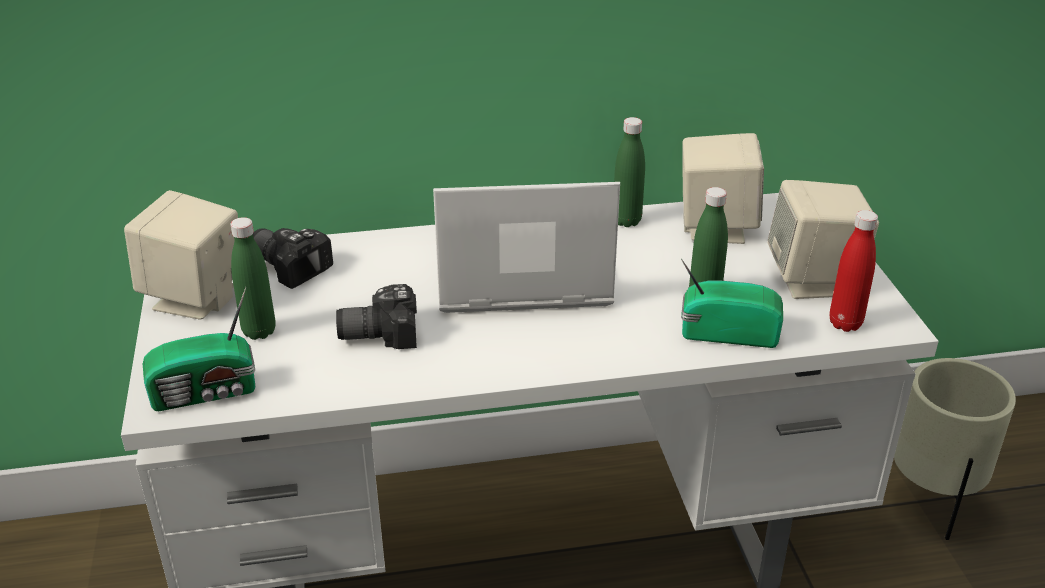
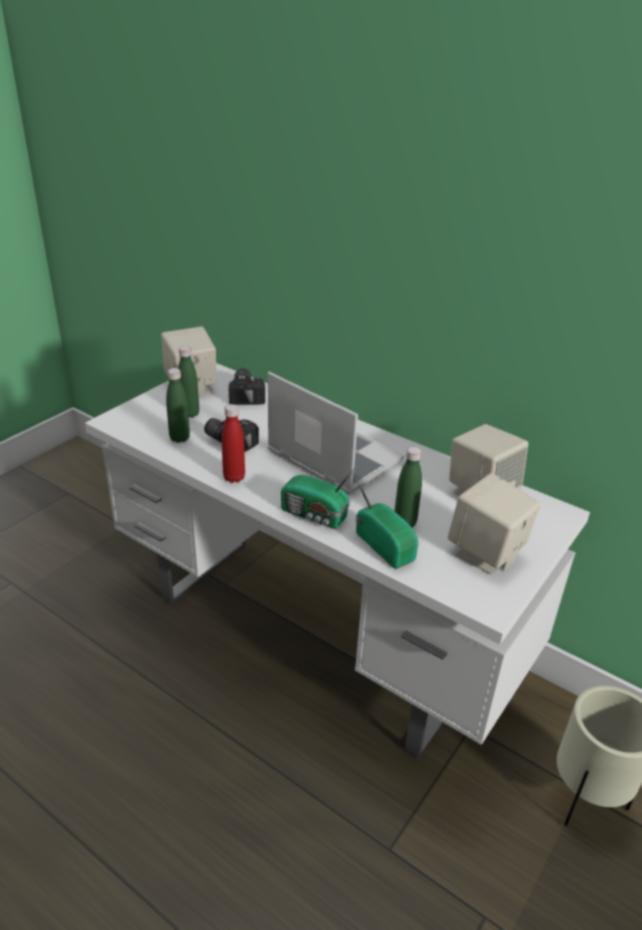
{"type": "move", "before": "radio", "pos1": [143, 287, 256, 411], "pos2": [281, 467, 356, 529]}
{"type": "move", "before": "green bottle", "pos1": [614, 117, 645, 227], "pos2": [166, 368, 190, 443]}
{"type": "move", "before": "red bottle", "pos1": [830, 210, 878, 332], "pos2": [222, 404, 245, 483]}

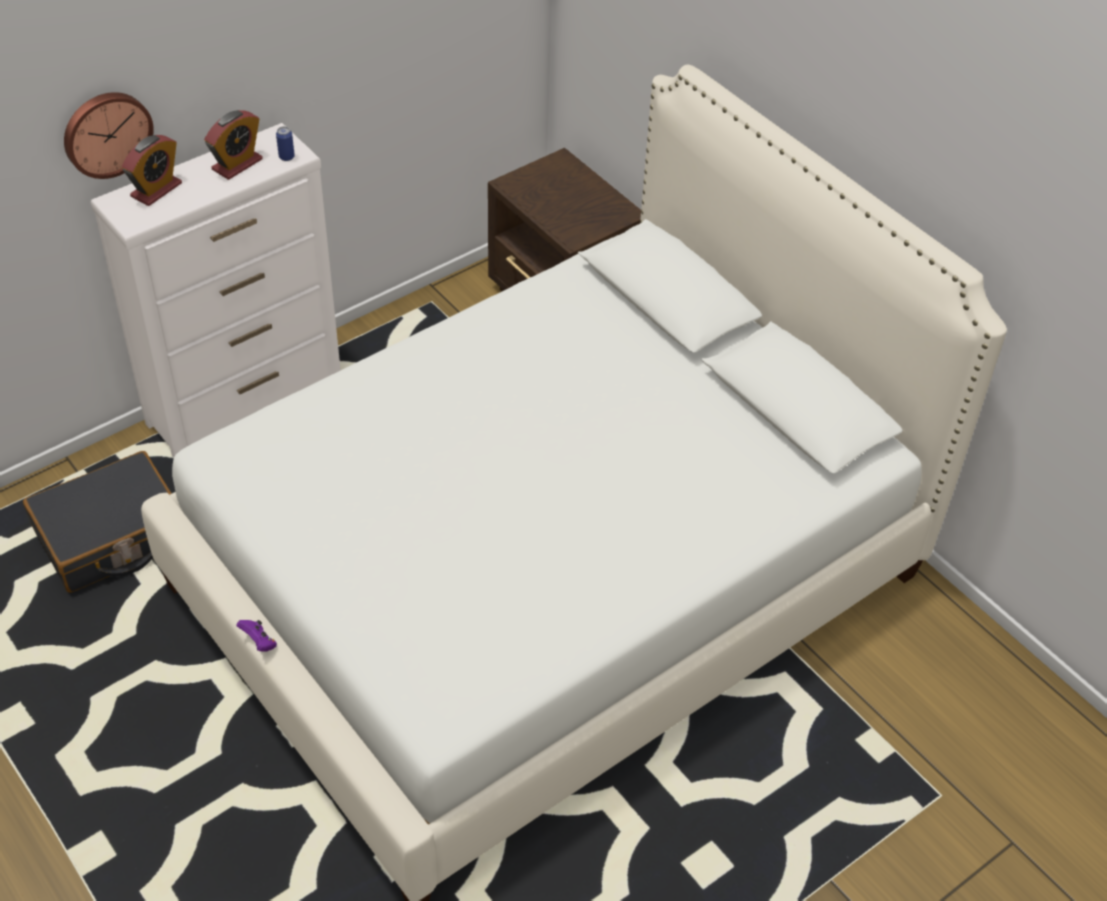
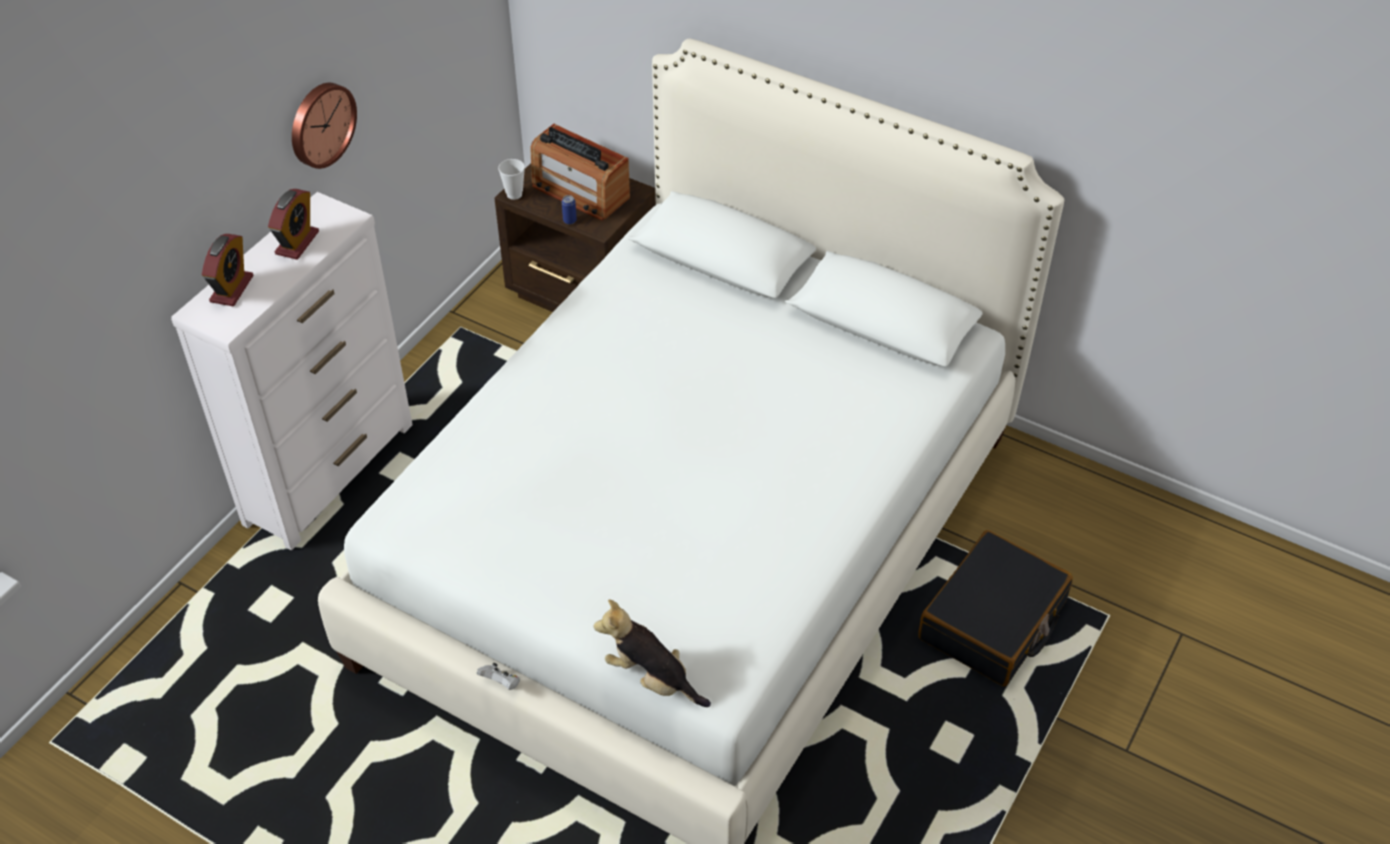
{"type": "insert", "after": "cup", "pos2": [498, 159, 525, 200]}
{"type": "insert", "after": "radio", "pos2": [530, 124, 630, 221]}
{"type": "insert", "after": "plush toy", "pos2": [593, 599, 711, 707]}
{"type": "move", "before": "black suitcase", "pos1": [23, 451, 172, 593], "pos2": [918, 530, 1073, 686]}
{"type": "move", "before": "wall clock", "pos1": [64, 92, 154, 179], "pos2": [292, 83, 357, 169]}
{"type": "move", "before": "can", "pos1": [276, 126, 295, 161], "pos2": [562, 195, 577, 224]}
{"type": "recolor", "before": "purple game controller", "after": "white game controller", "pos1": [236, 620, 277, 652], "pos2": [477, 663, 520, 690]}

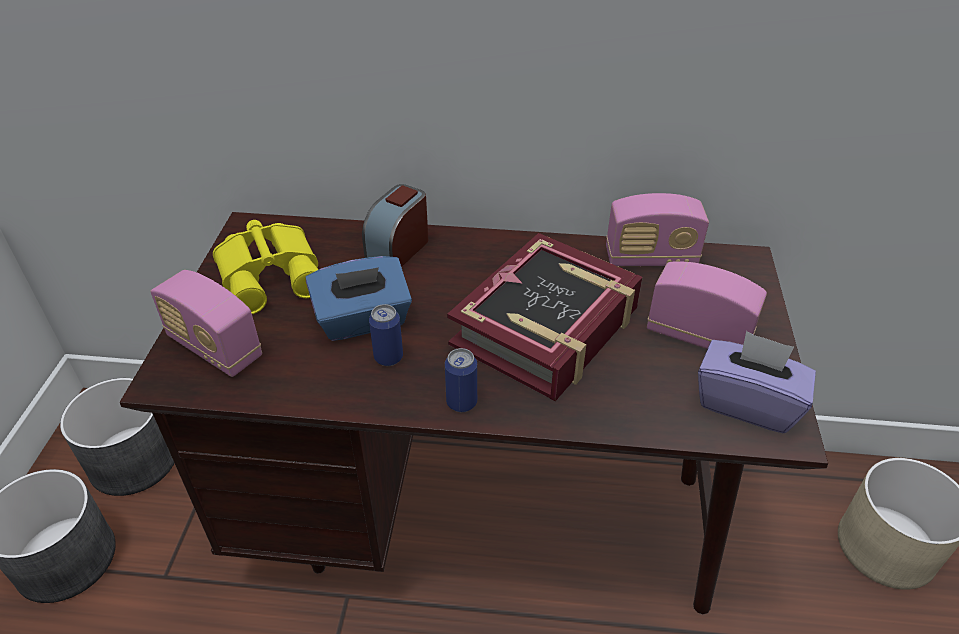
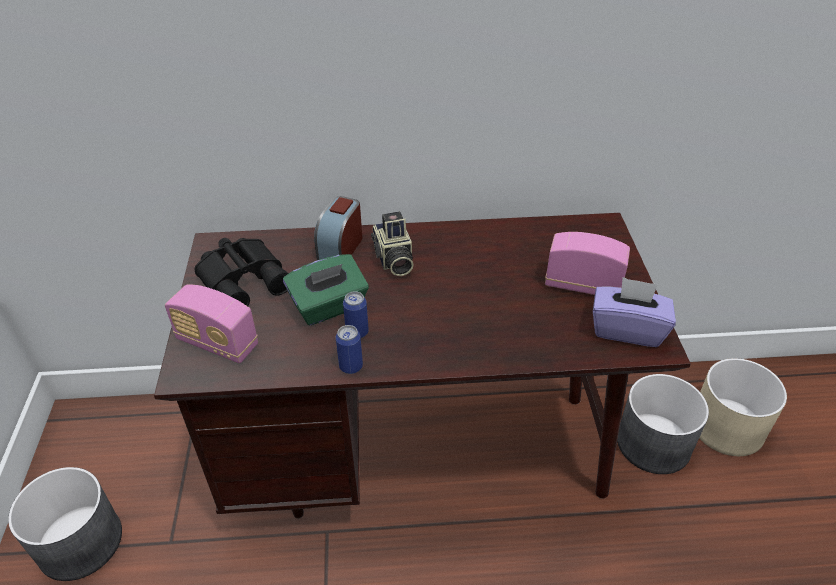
{"type": "delete", "before": "book", "pos1": [447, 233, 643, 401]}
{"type": "delete", "before": "radio", "pos1": [606, 193, 709, 266]}
{"type": "insert", "after": "photo camera", "pos2": [371, 211, 414, 276]}
{"type": "move", "before": "grey planter", "pos1": [60, 378, 174, 496], "pos2": [617, 374, 709, 474]}
{"type": "move", "before": "can", "pos1": [445, 348, 477, 412], "pos2": [336, 325, 363, 374]}
{"type": "recolor", "before": "yellow binoculars", "after": "black binoculars", "pos1": [213, 220, 319, 314], "pos2": [195, 238, 289, 306]}
{"type": "recolor", "before": "blue tissue box", "after": "green tissue box", "pos1": [306, 256, 412, 341], "pos2": [283, 254, 369, 325]}

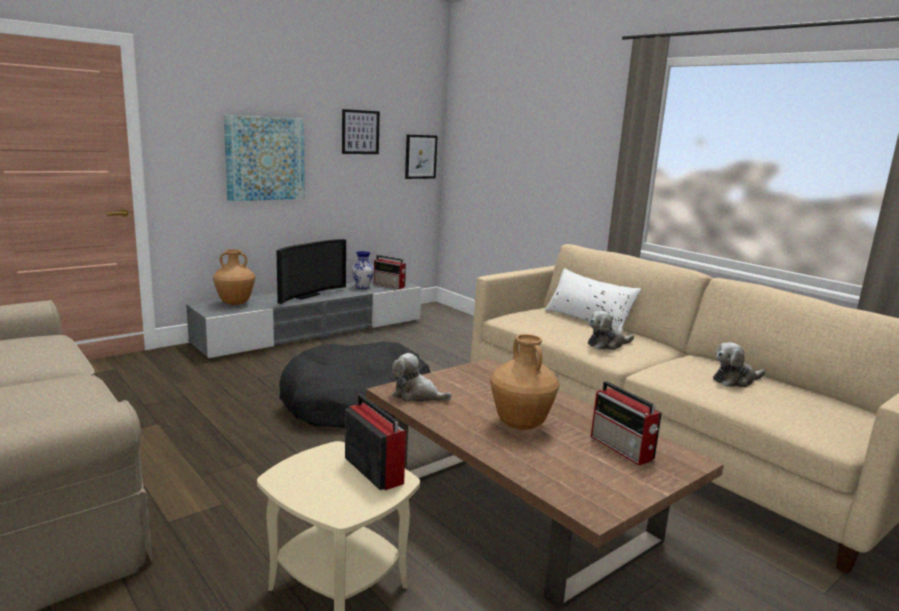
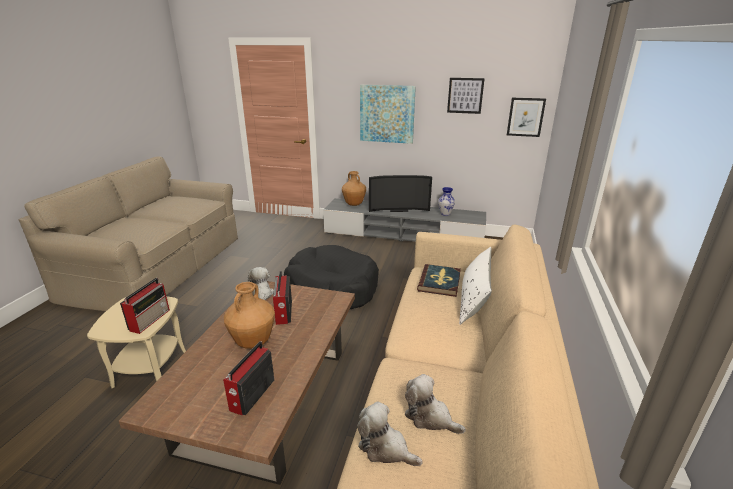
{"type": "insert", "after": "book", "pos2": [417, 264, 461, 297]}
{"type": "move", "before": "radio", "pos1": [374, 255, 406, 289], "pos2": [273, 271, 292, 325]}
{"type": "move", "before": "plush toy", "pos1": [588, 311, 634, 350], "pos2": [357, 402, 423, 466]}

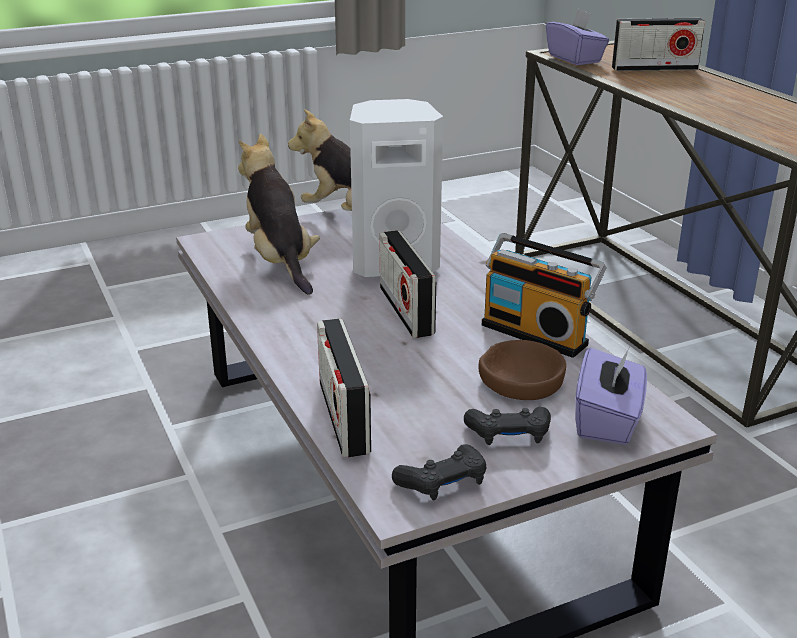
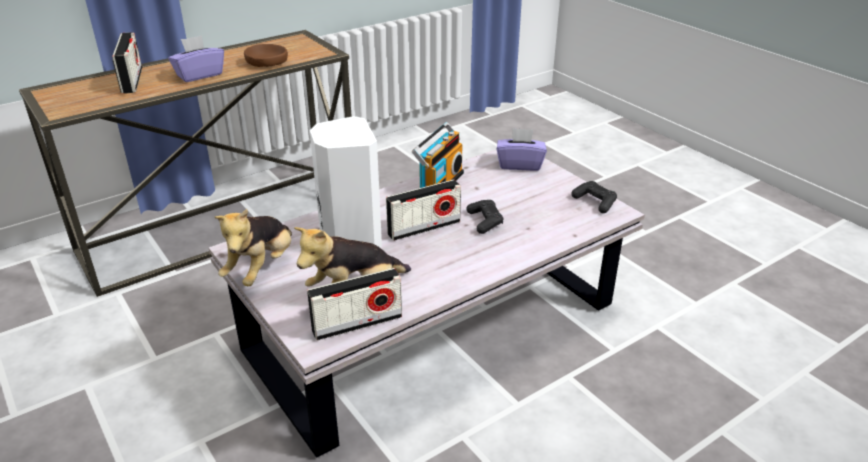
{"type": "move", "before": "radio", "pos1": [317, 319, 371, 457], "pos2": [307, 268, 402, 341]}
{"type": "move", "before": "black game controller", "pos1": [464, 407, 551, 445], "pos2": [466, 200, 503, 234]}
{"type": "move", "before": "brown bowl", "pos1": [479, 340, 566, 400], "pos2": [244, 44, 288, 67]}
{"type": "move", "before": "purple tissue box", "pos1": [546, 9, 609, 65], "pos2": [168, 35, 224, 82]}

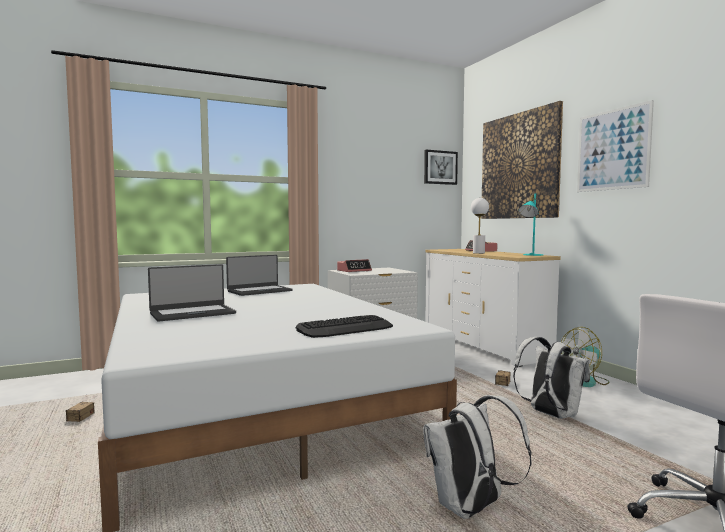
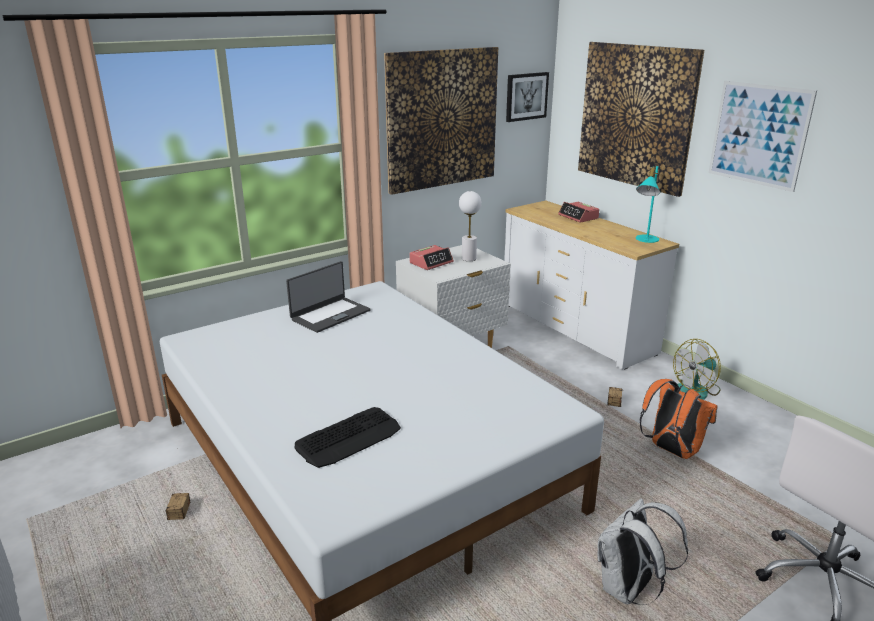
{"type": "delete", "before": "laptop", "pos1": [148, 264, 236, 322]}
{"type": "insert", "after": "picture", "pos2": [384, 47, 498, 195]}
{"type": "move", "before": "keyboard", "pos1": [296, 315, 393, 338], "pos2": [295, 407, 401, 468]}
{"type": "move", "before": "white table lamp", "pos1": [471, 198, 489, 254], "pos2": [459, 191, 482, 261]}
{"type": "recolor", "before": "white backpack", "after": "orange backpack", "pos1": [513, 337, 590, 419], "pos2": [639, 379, 718, 459]}

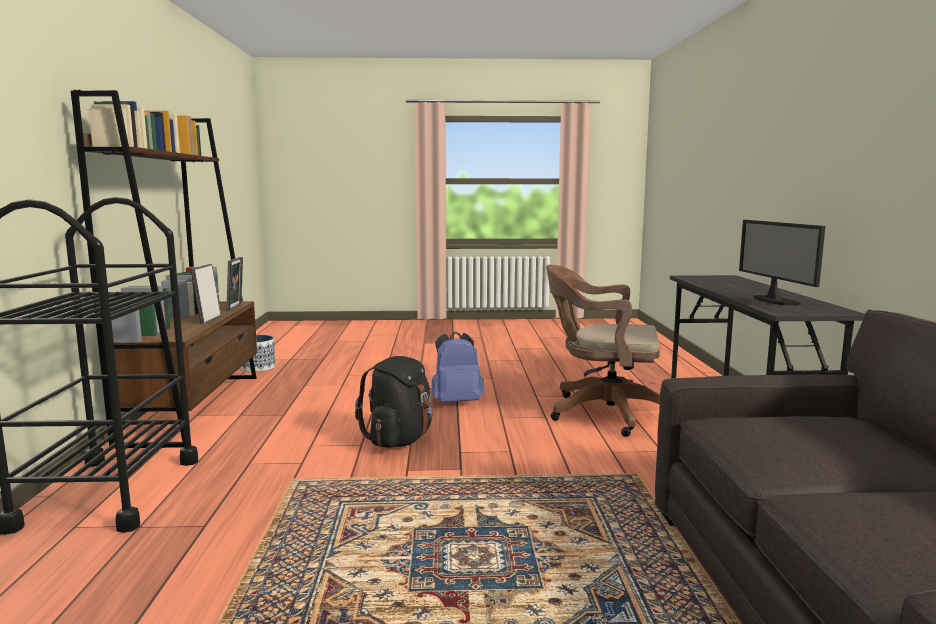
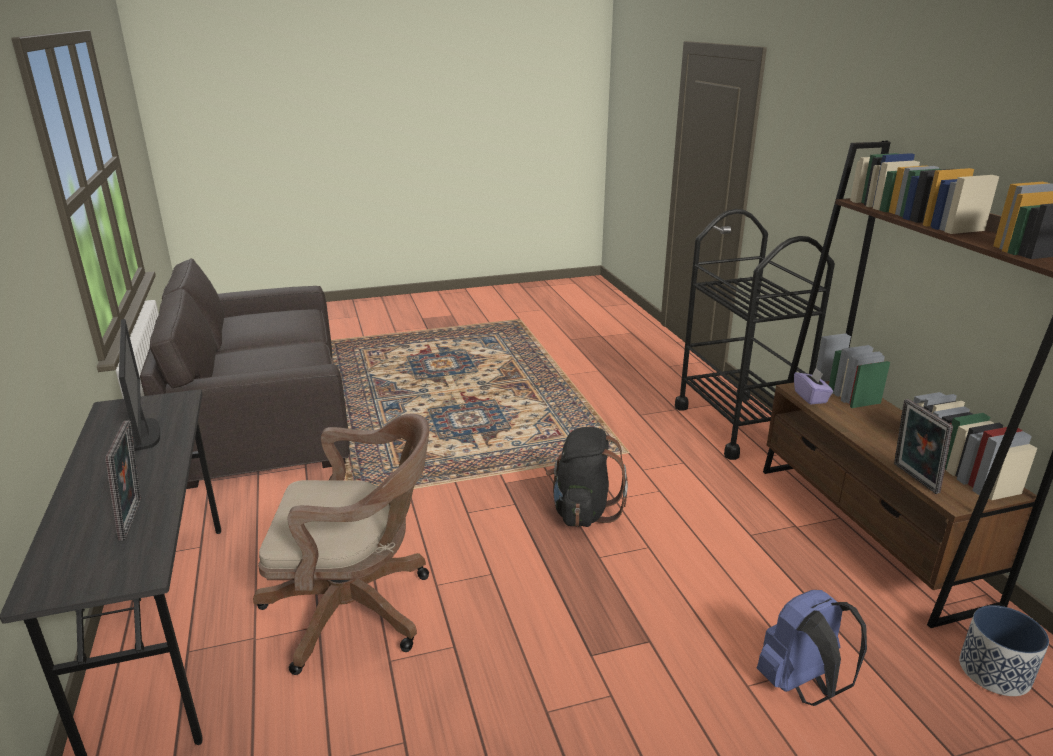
{"type": "insert", "after": "purple tissue box", "pos2": [794, 368, 833, 405]}
{"type": "move", "before": "picture frame", "pos1": [190, 264, 221, 324], "pos2": [105, 421, 141, 541]}
{"type": "move", "before": "blue backpack", "pos1": [432, 331, 484, 403], "pos2": [757, 590, 867, 706]}

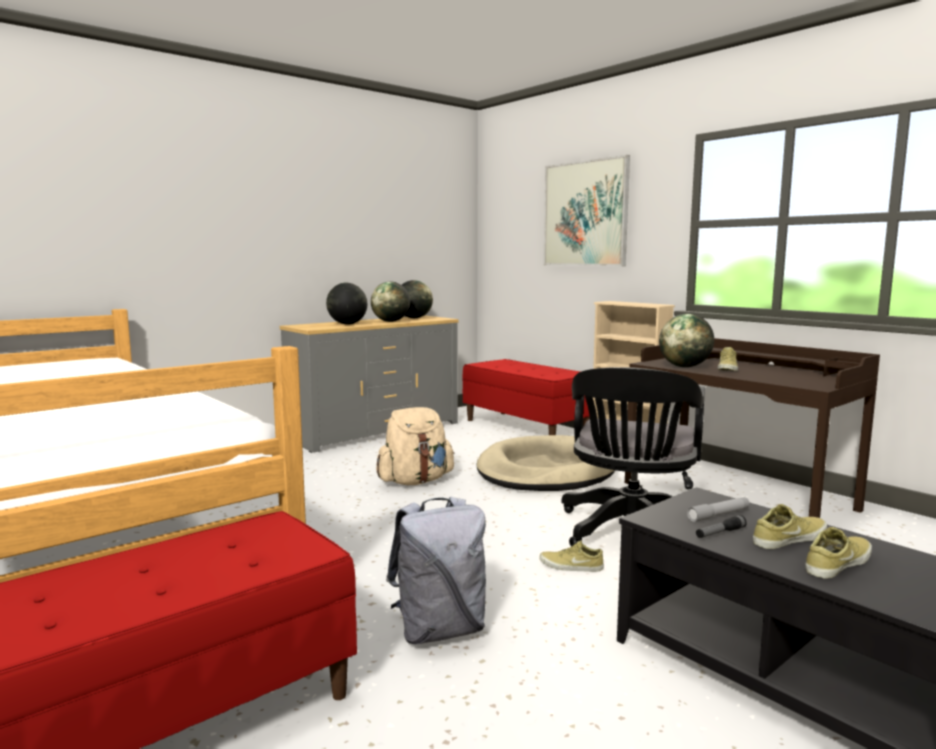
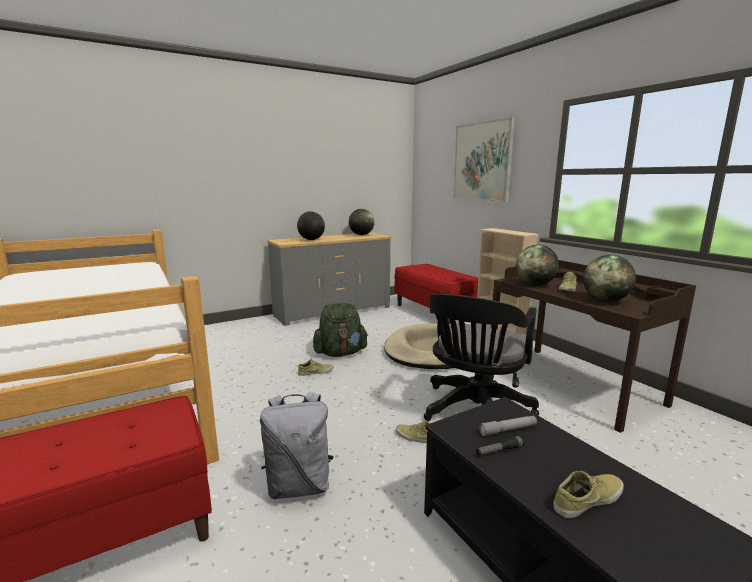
{"type": "move", "before": "globe", "pos1": [371, 282, 410, 322], "pos2": [583, 255, 636, 302]}
{"type": "move", "before": "beige shoe", "pos1": [753, 504, 827, 549], "pos2": [298, 359, 333, 376]}
{"type": "recolor", "before": "beige backpack", "after": "green backpack", "pos1": [376, 407, 454, 485], "pos2": [313, 303, 368, 357]}

